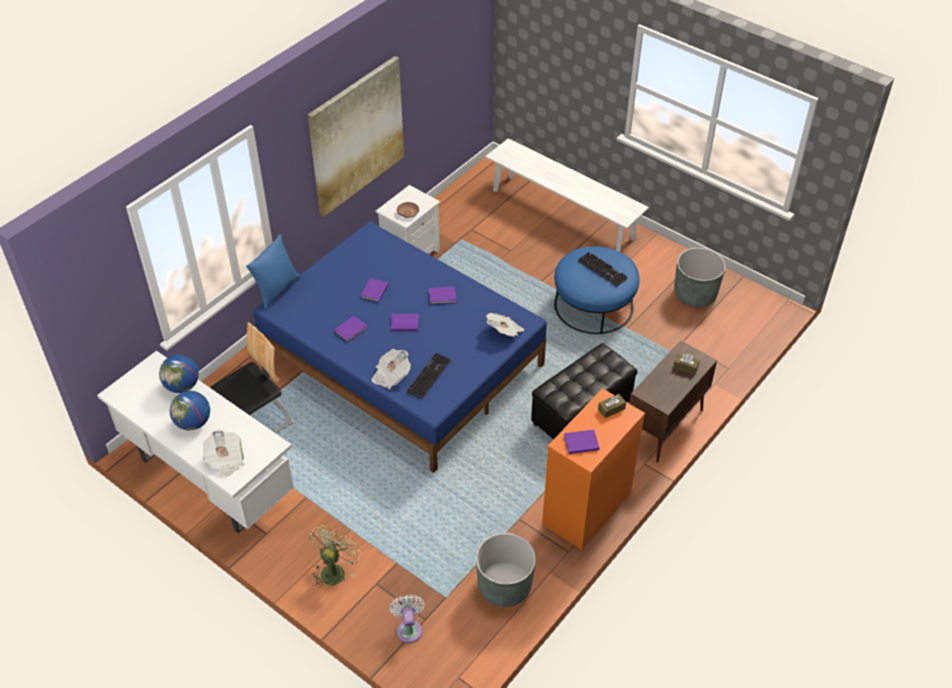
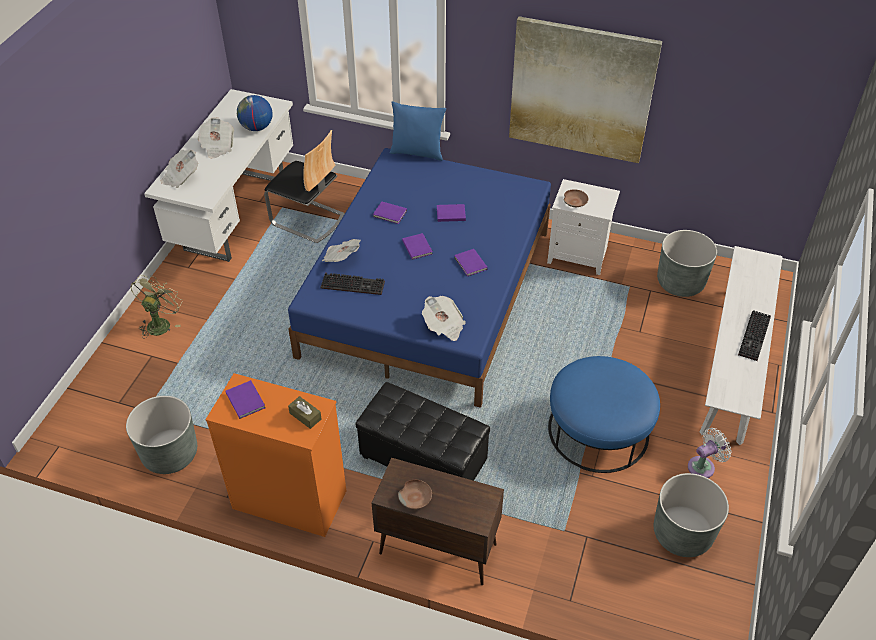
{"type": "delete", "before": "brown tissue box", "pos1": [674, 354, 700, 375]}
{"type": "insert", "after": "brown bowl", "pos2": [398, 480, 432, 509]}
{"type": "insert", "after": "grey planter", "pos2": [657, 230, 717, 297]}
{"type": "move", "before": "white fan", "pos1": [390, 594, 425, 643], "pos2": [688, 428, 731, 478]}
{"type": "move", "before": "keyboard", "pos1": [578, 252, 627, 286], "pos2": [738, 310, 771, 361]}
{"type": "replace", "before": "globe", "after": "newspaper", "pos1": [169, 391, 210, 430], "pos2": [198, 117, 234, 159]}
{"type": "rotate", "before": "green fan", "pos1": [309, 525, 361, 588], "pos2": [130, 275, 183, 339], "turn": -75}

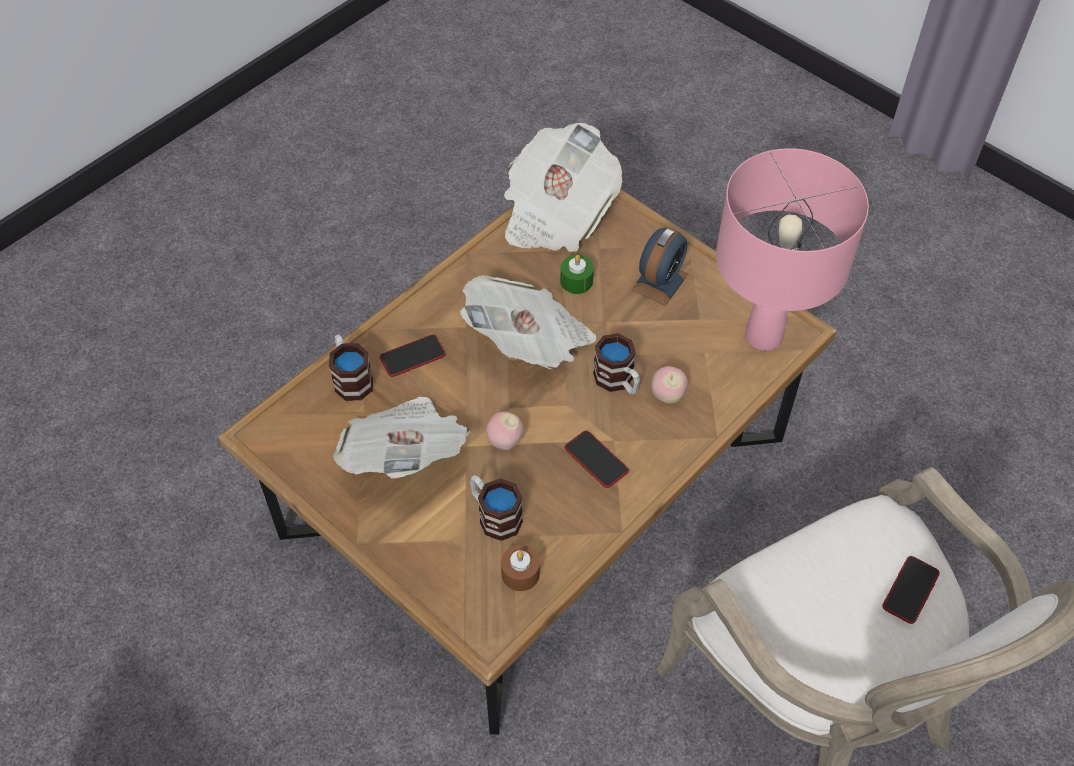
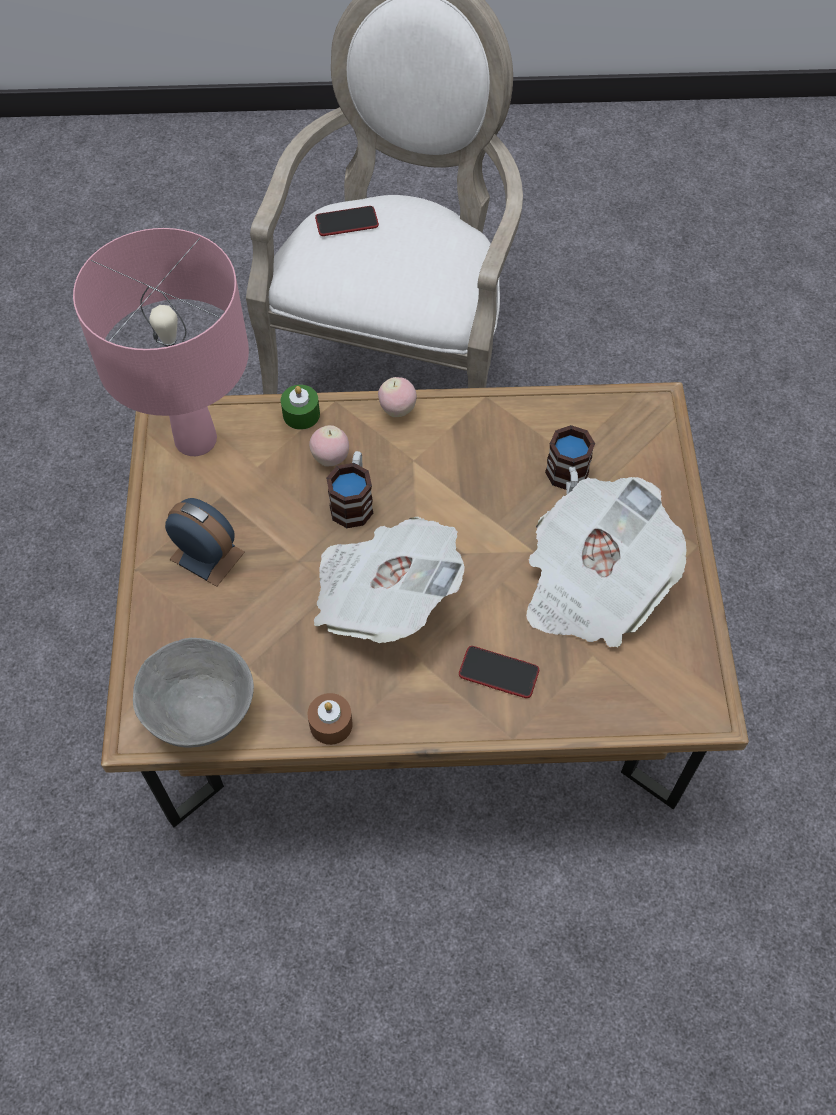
{"type": "delete", "before": "mug", "pos1": [329, 334, 373, 401]}
{"type": "delete", "before": "phone", "pos1": [565, 431, 629, 488]}
{"type": "move", "before": "apple", "pos1": [486, 411, 524, 450], "pos2": [378, 377, 417, 417]}
{"type": "move", "before": "brown candle", "pos1": [501, 545, 540, 591], "pos2": [307, 693, 353, 745]}
{"type": "move", "before": "green candle", "pos1": [560, 255, 594, 294], "pos2": [281, 385, 320, 430]}
{"type": "replace", "before": "newspaper", "after": "grey bowl", "pos1": [504, 123, 622, 252], "pos2": [133, 638, 254, 747]}
{"type": "rotate", "before": "alarm clock", "pos1": [632, 228, 688, 306], "pos2": [165, 498, 245, 587], "turn": 45}

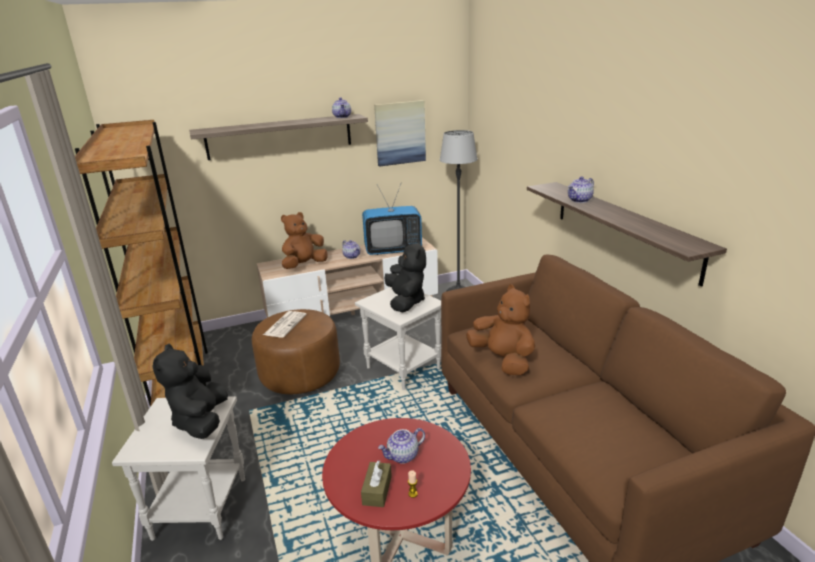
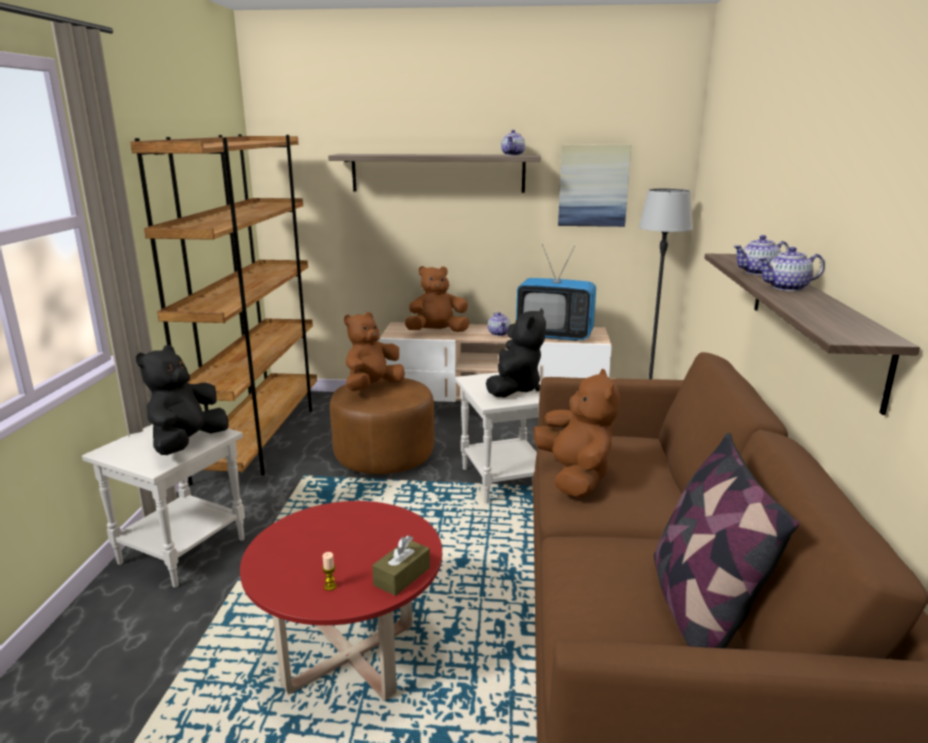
{"type": "insert", "after": "pillow", "pos2": [654, 433, 799, 648]}
{"type": "move", "before": "brown tissue box", "pos1": [361, 461, 392, 507], "pos2": [372, 535, 430, 596]}
{"type": "move", "before": "teapot", "pos1": [378, 428, 425, 464], "pos2": [758, 247, 825, 291]}
{"type": "replace", "before": "newspaper", "after": "brown plush toy", "pos1": [263, 311, 307, 337], "pos2": [344, 312, 405, 391]}

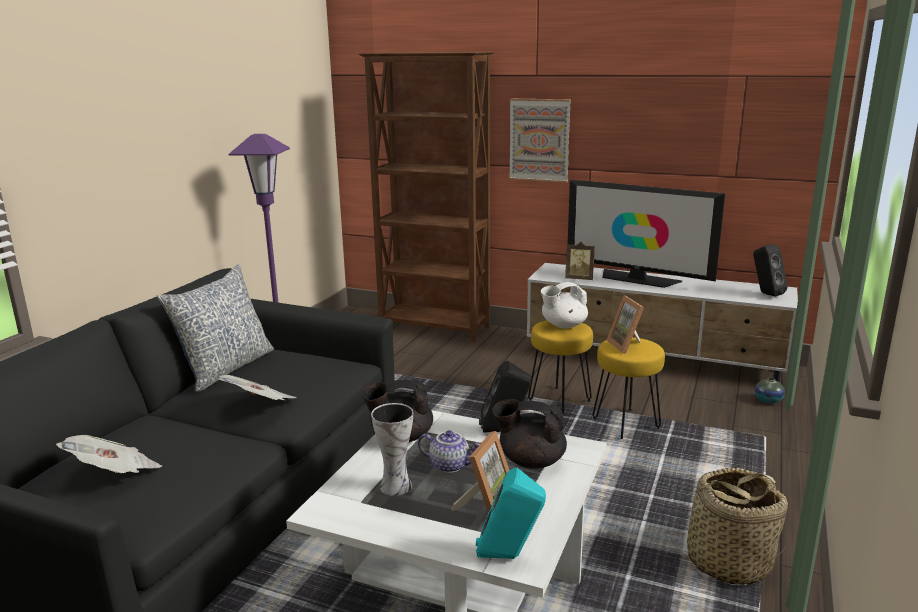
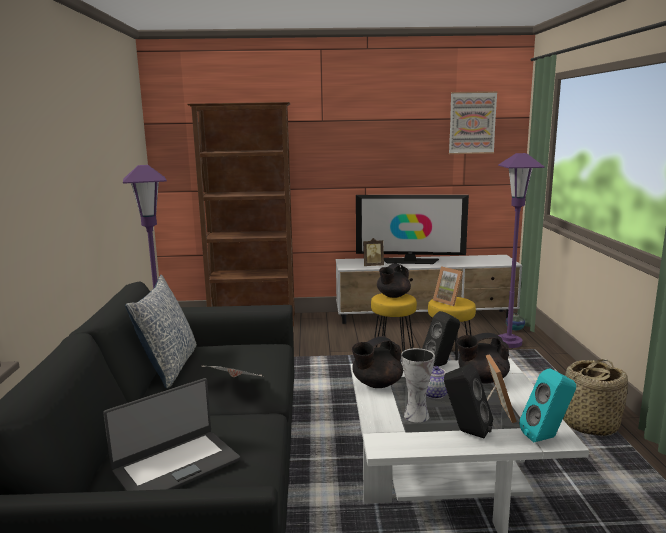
{"type": "insert", "after": "purple floor lamp", "pos2": [498, 153, 545, 348]}
{"type": "move", "before": "picture", "pos1": [509, 99, 571, 183], "pos2": [449, 91, 498, 154]}
{"type": "move", "before": "black speaker", "pos1": [753, 244, 788, 297], "pos2": [444, 364, 493, 438]}
{"type": "replace", "before": "newspaper", "after": "laptop", "pos1": [56, 435, 162, 473], "pos2": [103, 378, 240, 491]}
{"type": "recolor", "before": "white teapot", "after": "black teapot", "pos1": [541, 282, 588, 329], "pos2": [377, 263, 411, 298]}

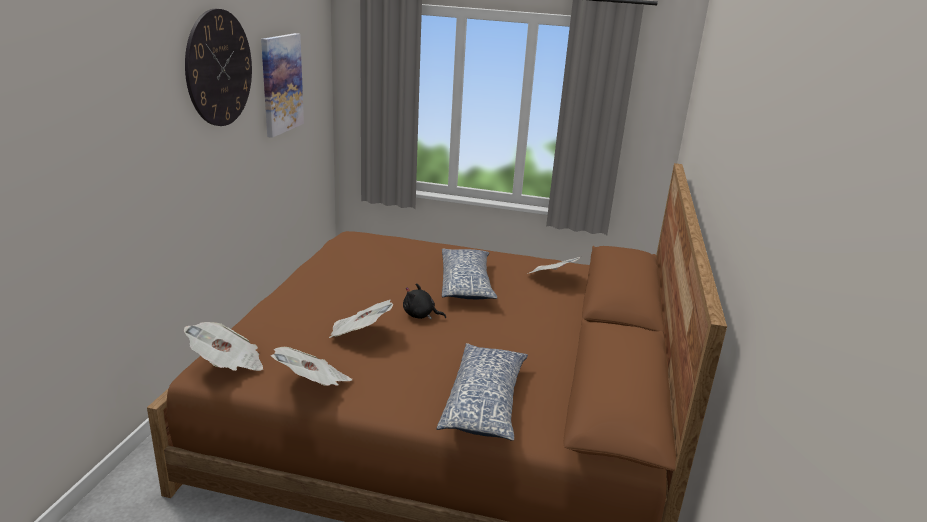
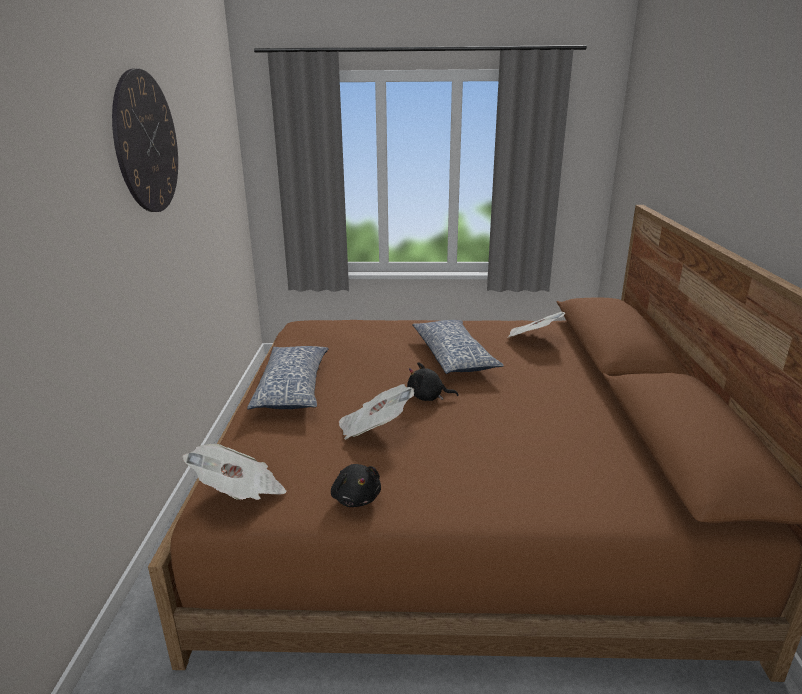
{"type": "delete", "before": "picture", "pos1": [261, 33, 304, 138]}
{"type": "move", "before": "pillow", "pos1": [437, 343, 528, 441], "pos2": [247, 346, 329, 410]}
{"type": "replace", "before": "newspaper", "after": "black plush toy", "pos1": [270, 347, 352, 386], "pos2": [331, 464, 381, 507]}

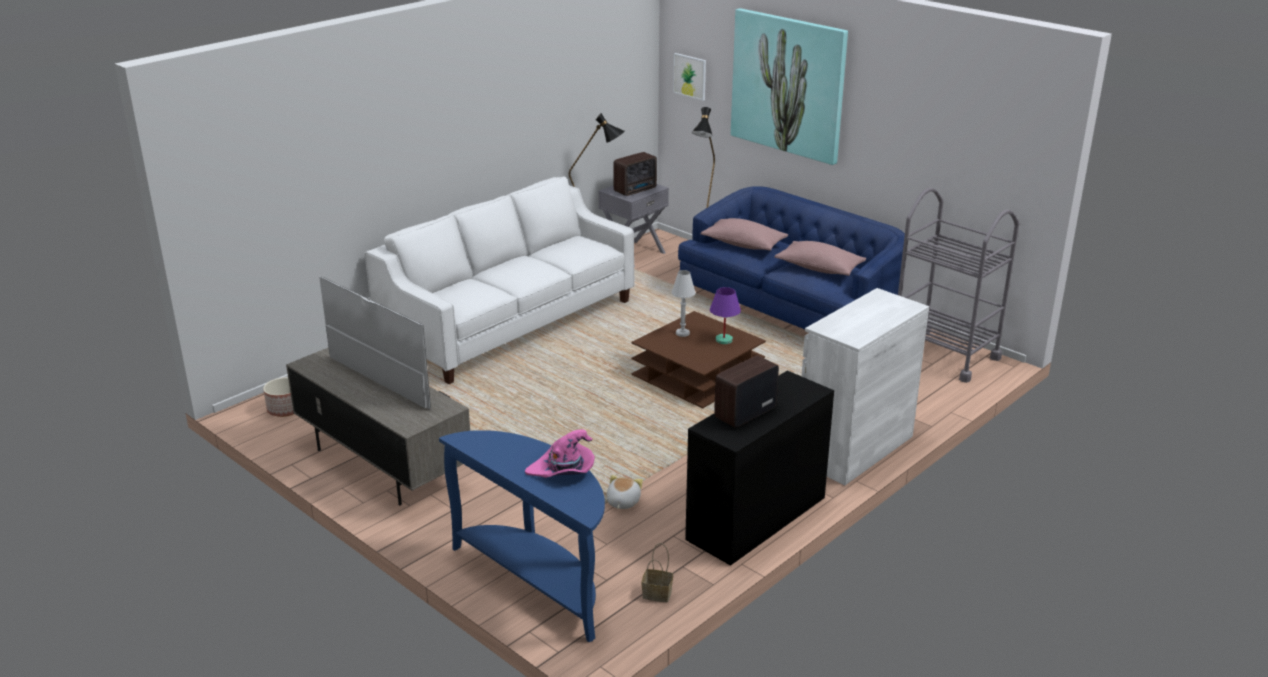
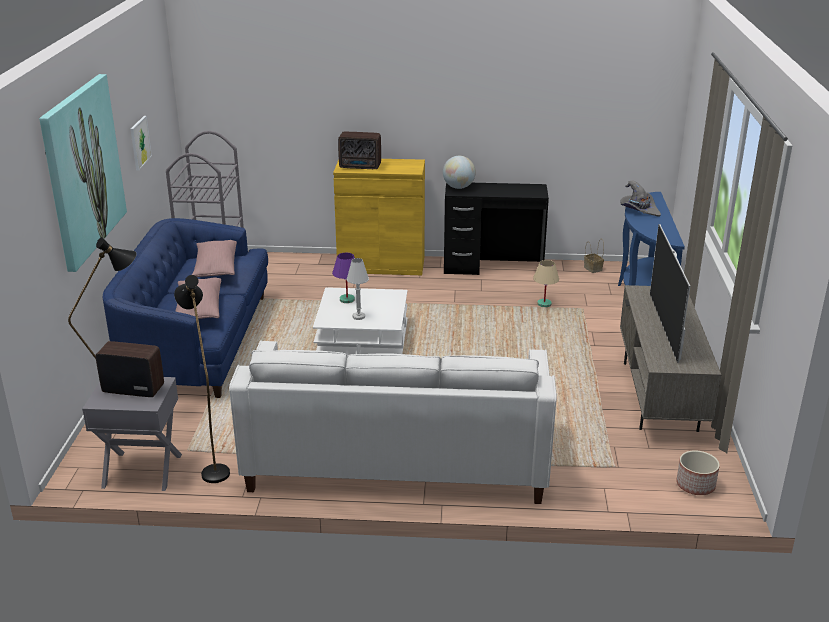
{"type": "insert", "after": "globe", "pos2": [443, 156, 476, 189]}
{"type": "move", "before": "picture", "pos1": [673, 53, 706, 101], "pos2": [130, 116, 152, 171]}
{"type": "move", "before": "radio", "pos1": [714, 355, 779, 428], "pos2": [338, 132, 381, 169]}
{"type": "replace", "before": "plush toy", "after": "beige table lamp", "pos1": [607, 475, 643, 509], "pos2": [533, 260, 559, 307]}
{"type": "recolor", "before": "pink hat", "after": "grey hat", "pos1": [525, 430, 595, 478], "pos2": [621, 180, 661, 217]}
{"type": "recolor", "before": "brown coffee table", "after": "white coffee table", "pos1": [631, 311, 766, 408], "pos2": [313, 287, 408, 356]}
{"type": "recolor", "before": "white cabinet", "after": "yellow cabinet", "pos1": [802, 288, 929, 485], "pos2": [333, 159, 425, 275]}

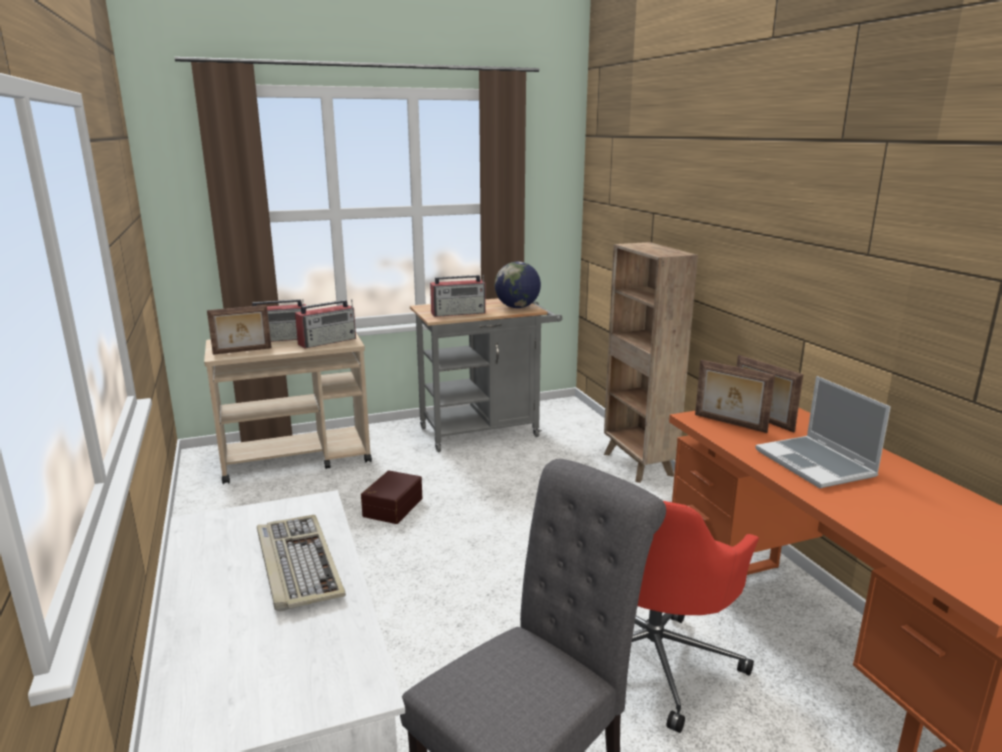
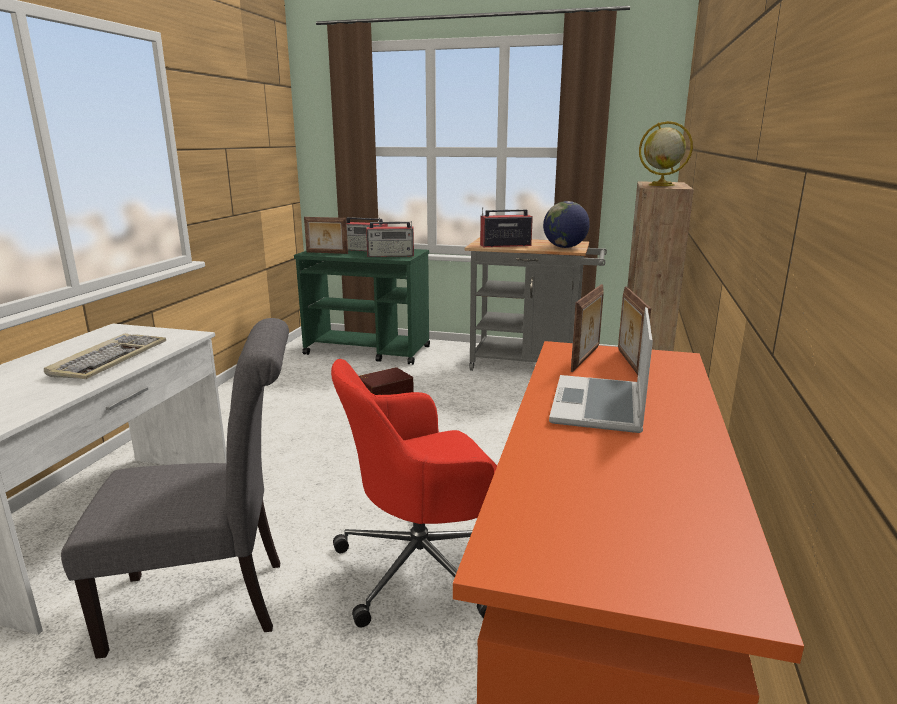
{"type": "insert", "after": "globe", "pos2": [639, 121, 693, 186]}
{"type": "recolor", "before": "beige cart", "after": "green cart", "pos1": [204, 333, 372, 484], "pos2": [294, 249, 430, 365]}
{"type": "rotate", "before": "radio", "pos1": [430, 275, 486, 317], "pos2": [480, 207, 533, 247], "turn": 150}
{"type": "rotate", "before": "picture frame", "pos1": [695, 360, 775, 433], "pos2": [571, 284, 604, 372], "turn": -135}

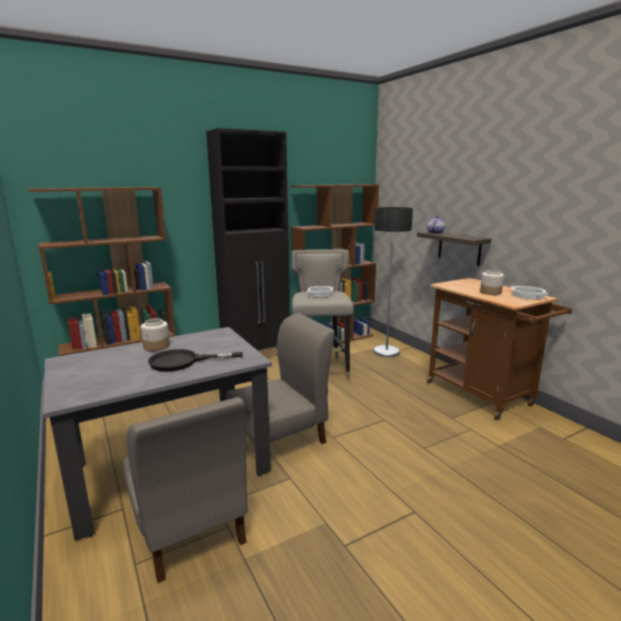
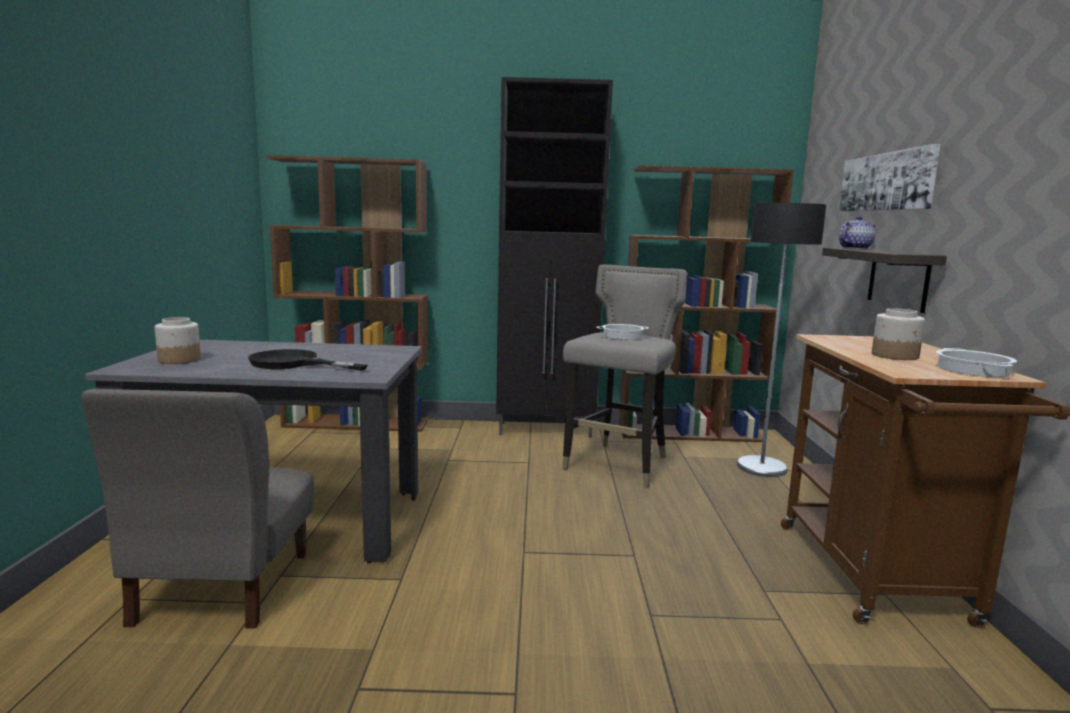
{"type": "delete", "before": "grey chair", "pos1": [226, 313, 335, 444]}
{"type": "insert", "after": "picture", "pos2": [839, 144, 941, 212]}
{"type": "move", "before": "jar", "pos1": [141, 318, 170, 351], "pos2": [155, 317, 201, 364]}

